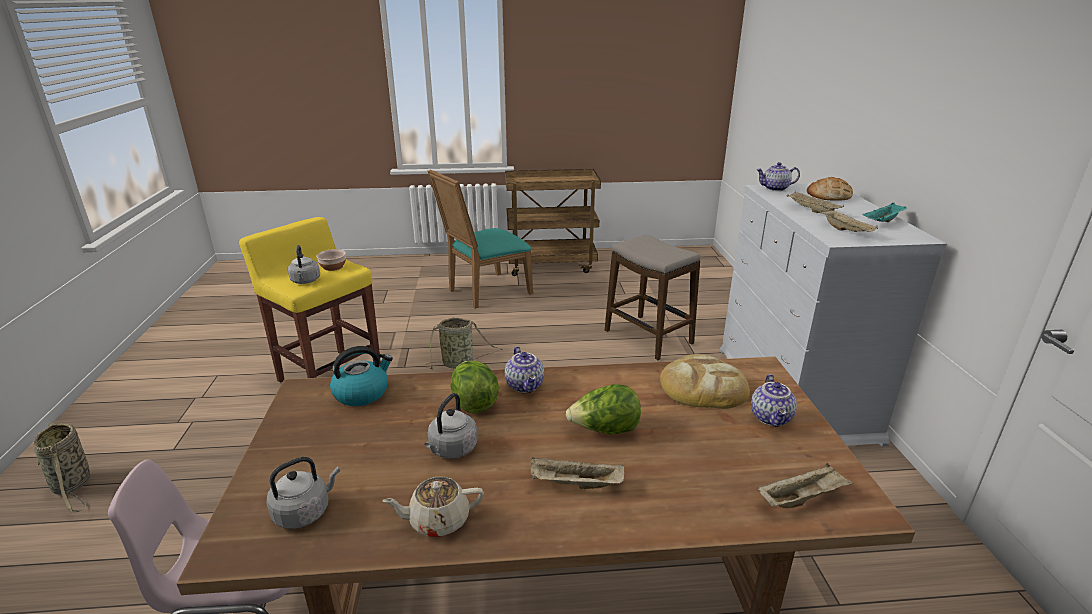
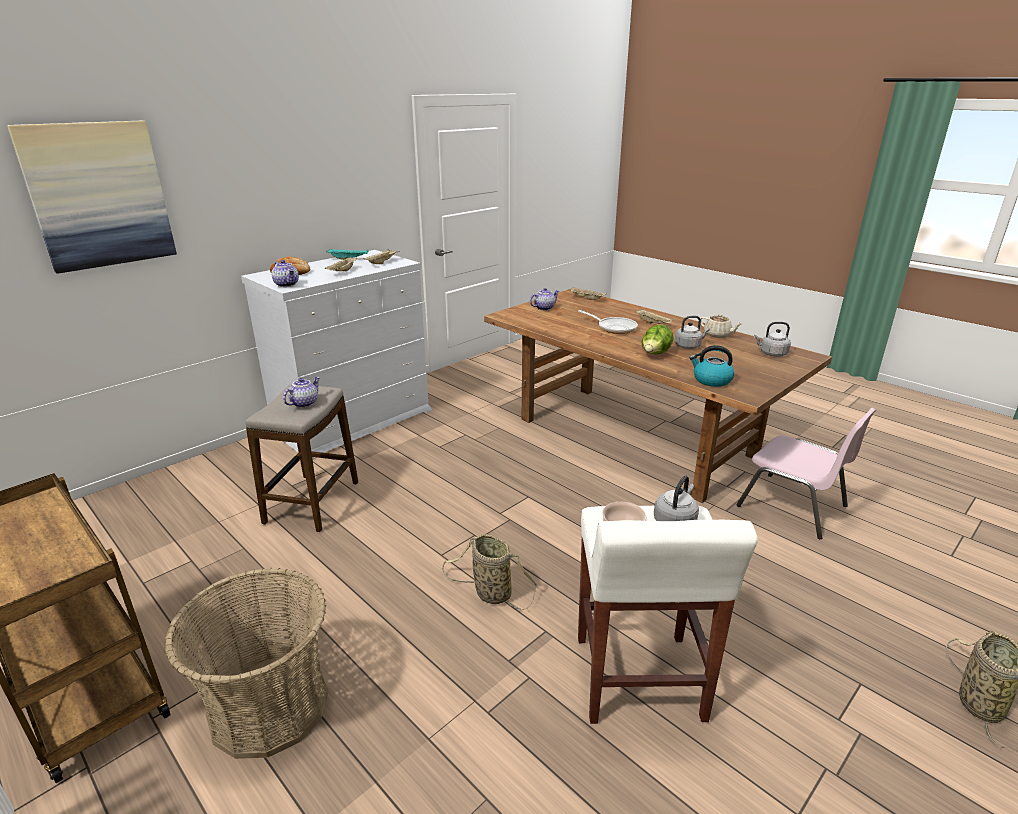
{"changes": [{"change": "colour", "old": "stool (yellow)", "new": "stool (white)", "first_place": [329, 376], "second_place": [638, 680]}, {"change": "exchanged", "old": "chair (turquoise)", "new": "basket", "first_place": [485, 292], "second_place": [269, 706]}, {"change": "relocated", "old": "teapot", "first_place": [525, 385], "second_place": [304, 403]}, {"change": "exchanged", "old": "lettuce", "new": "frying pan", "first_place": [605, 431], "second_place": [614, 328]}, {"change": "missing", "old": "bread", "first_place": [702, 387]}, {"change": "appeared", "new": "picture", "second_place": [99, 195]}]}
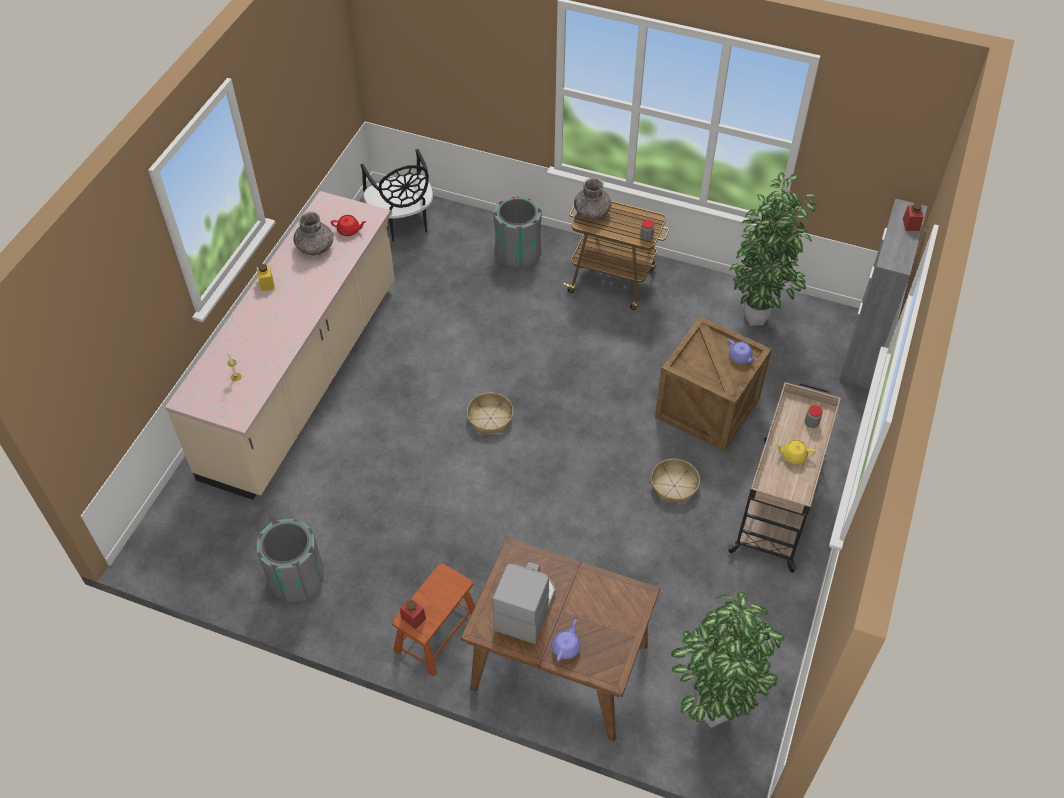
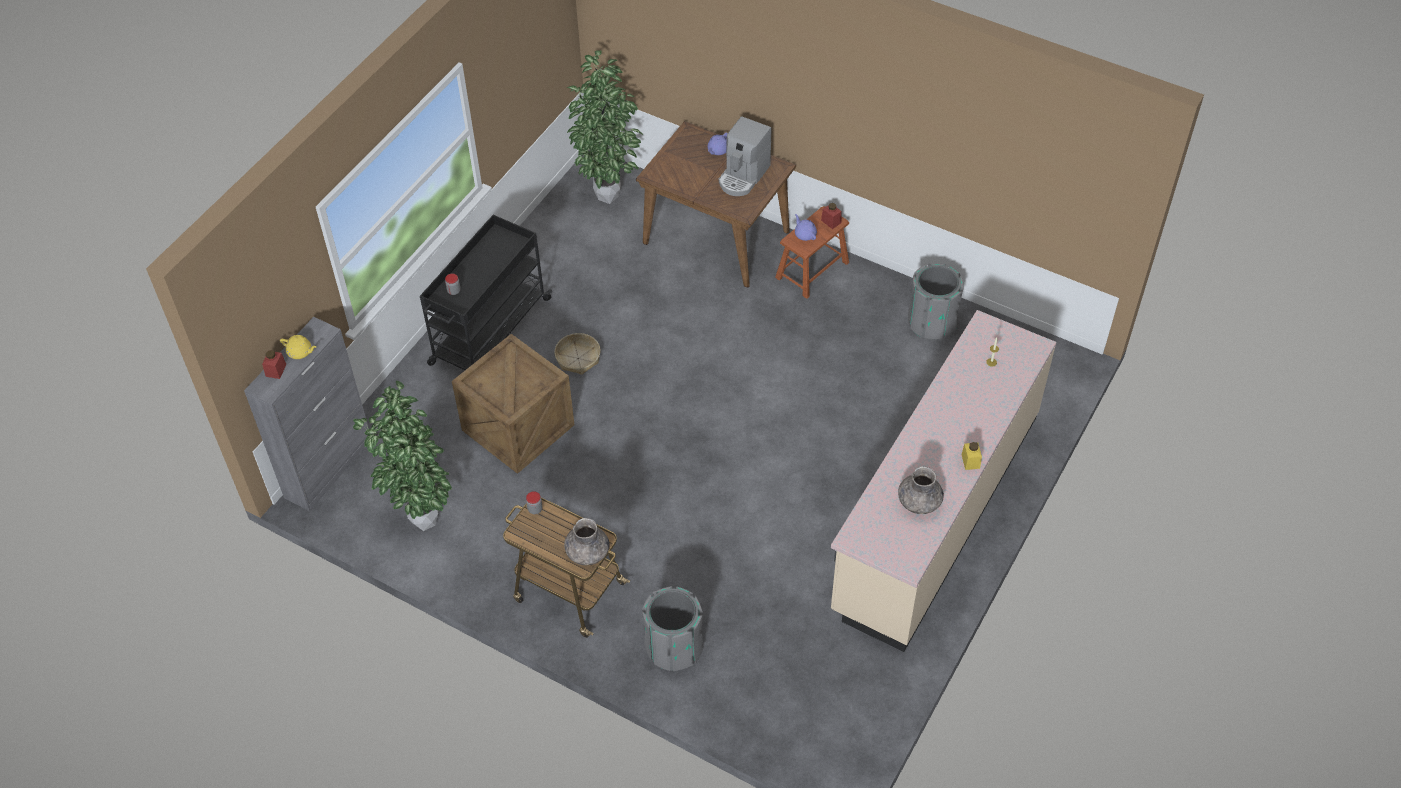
{"changes": [{"change": "missing", "old": "teapot (red)", "first_place": [349, 230]}, {"change": "missing", "old": "chair (black)", "first_place": [402, 222]}, {"change": "missing", "old": "basket", "first_place": [490, 418]}, {"change": "relocated", "old": "teapot (purple)", "first_place": [740, 357], "second_place": [805, 234]}, {"change": "colour", "old": "cart (beige)", "new": "cart (black)", "first_place": [778, 503], "second_place": [489, 332]}, {"change": "relocated", "old": "teapot (yellow)", "first_place": [793, 456], "second_place": [300, 352]}]}
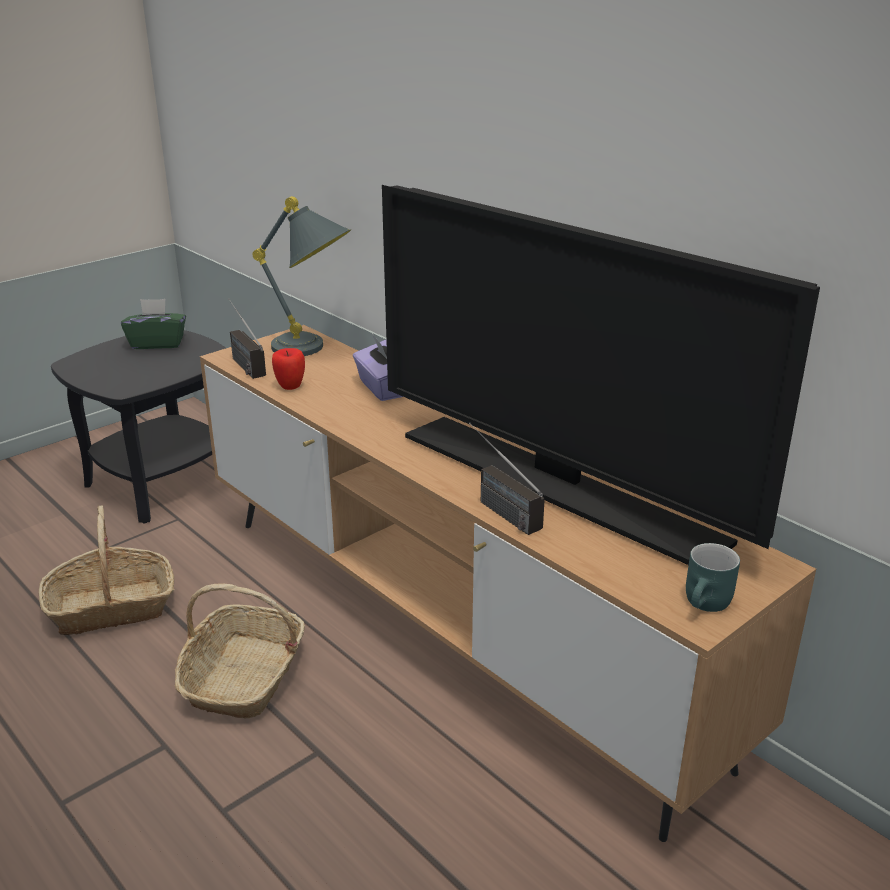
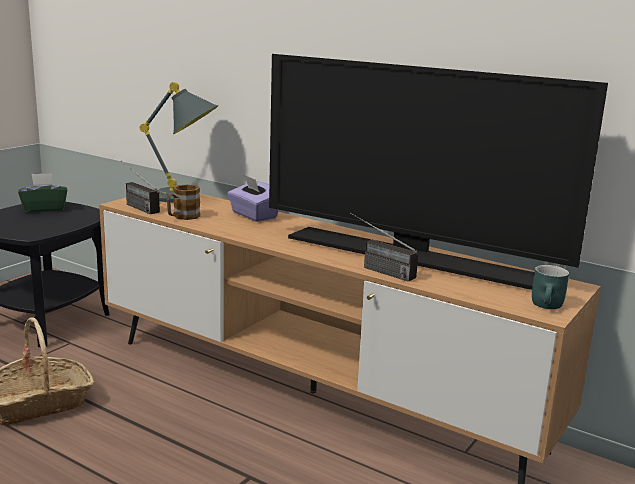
{"changes": [{"change": "missing", "old": "basket", "first_place": [244, 677]}, {"change": "exchanged", "old": "apple", "new": "mug", "first_place": [290, 386], "second_place": [182, 217]}]}
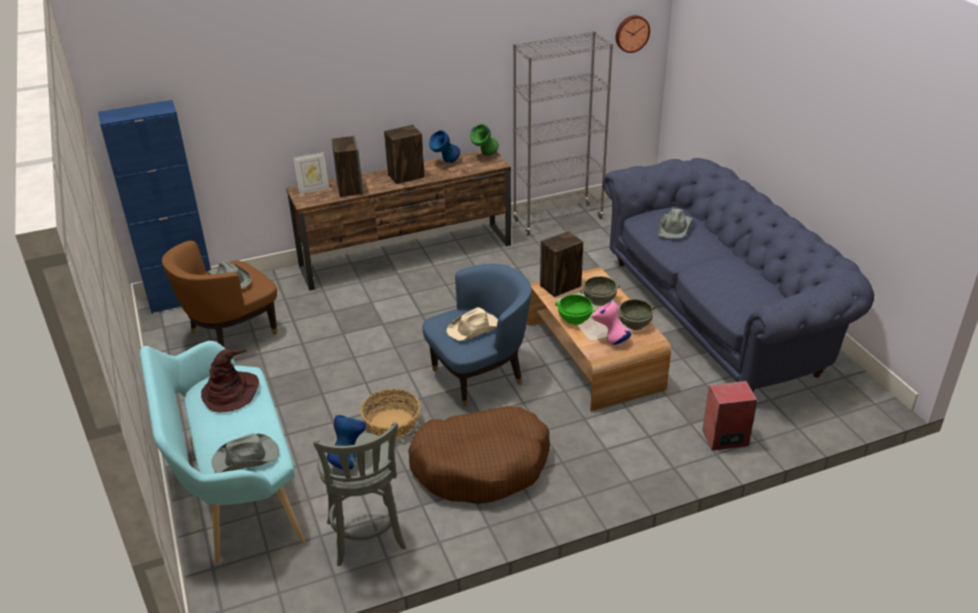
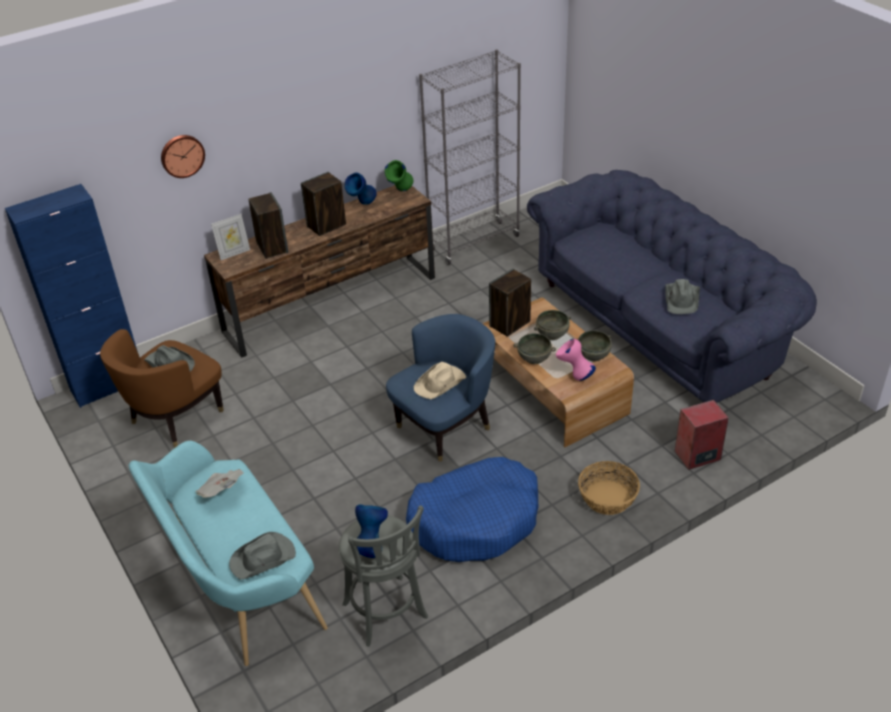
{"changes": [{"change": "exchanged", "old": "hat (brown)", "new": "newspaper", "first_place": [230, 392], "second_place": [221, 491]}, {"change": "relocated", "old": "basket", "first_place": [392, 424], "second_place": [607, 498]}, {"change": "colour", "old": "dog bed (brown)", "new": "dog bed (blue)", "first_place": [481, 465], "second_place": [475, 520]}, {"change": "colour", "old": "bowl (green)", "new": "bowl (grey)", "first_place": [575, 319], "second_place": [534, 357]}, {"change": "relocated", "old": "wall clock", "first_place": [631, 33], "second_place": [182, 155]}, {"change": "relocated", "old": "hat (grey)", "first_place": [675, 227], "second_place": [682, 299]}]}
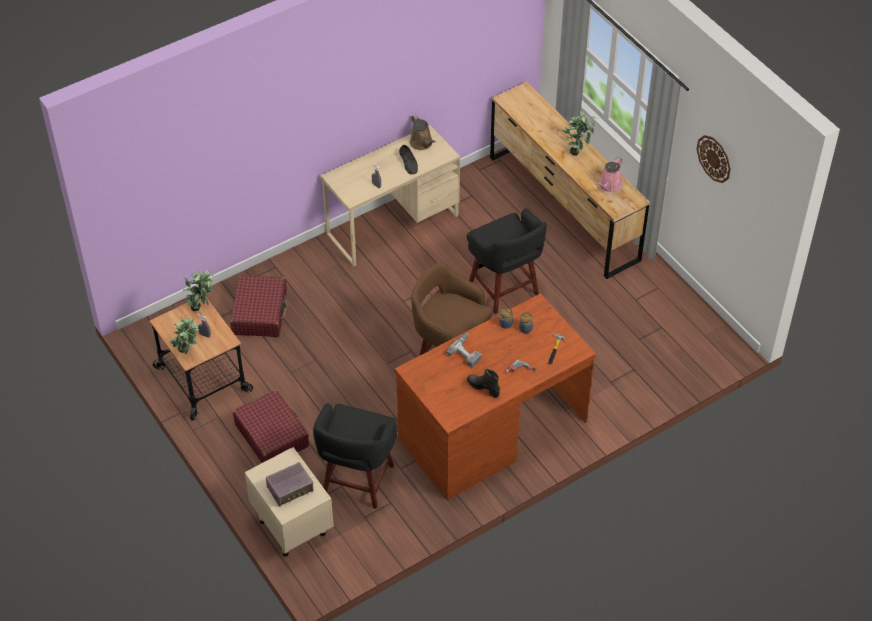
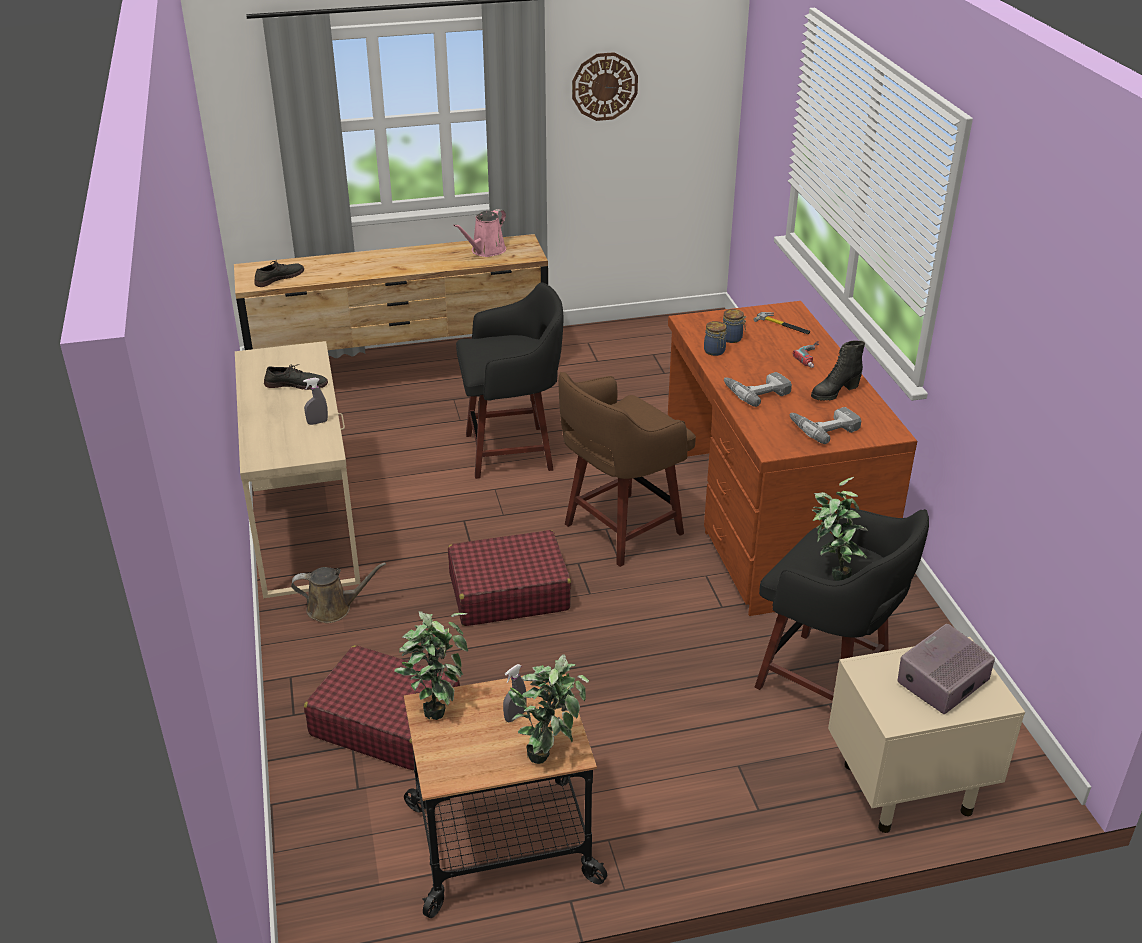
{"changes": [{"change": "relocated", "old": "suitcase (red)", "first_place": [272, 435], "second_place": [508, 592]}, {"change": "spun", "old": "radio", "first_place": [290, 489], "second_place": [941, 682], "degrees": -120}, {"change": "relocated", "old": "watering can (brown)", "first_place": [422, 143], "second_place": [334, 608]}, {"change": "relocated", "old": "potted plant", "first_place": [577, 150], "second_place": [832, 572]}, {"change": "spun", "old": "watering can (pink)", "first_place": [609, 186], "second_place": [486, 251], "degrees": 75}, {"change": "appeared", "new": "shoe (grey)", "second_place": [279, 277]}, {"change": "appeared", "new": "power drill", "second_place": [823, 427]}]}
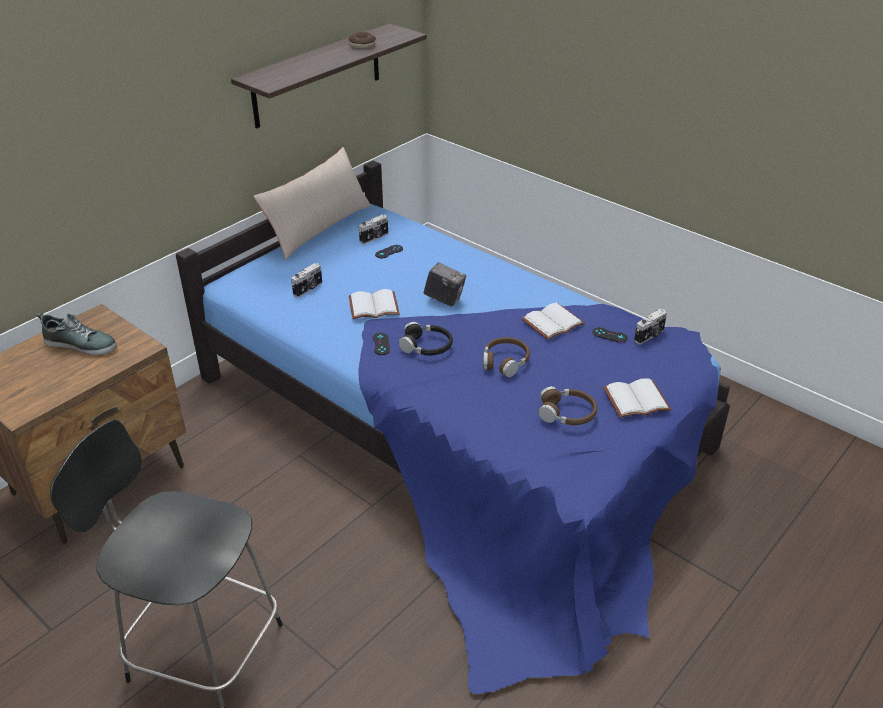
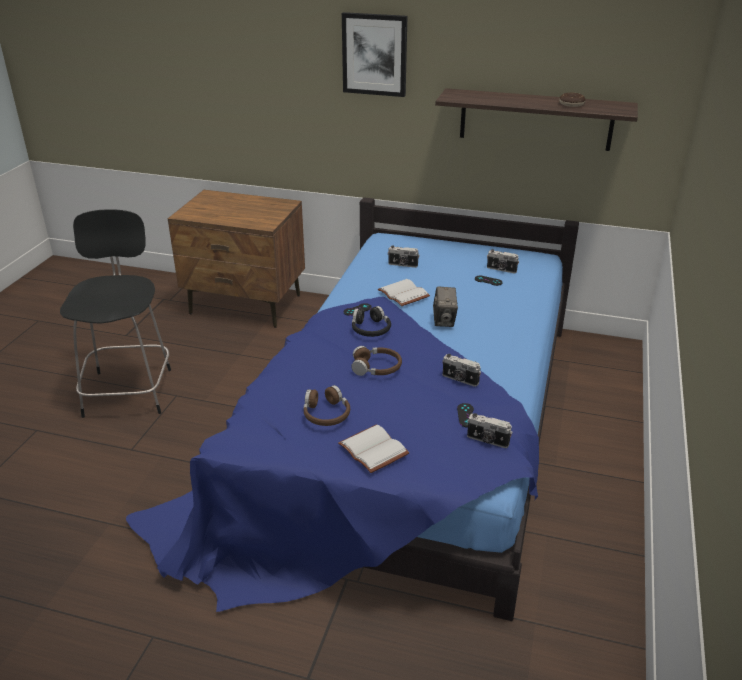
{"changes": [{"change": "missing", "old": "shoe", "first_place": [81, 344]}, {"change": "missing", "old": "pillow (beige)", "first_place": [318, 227]}, {"change": "exchanged", "old": "book (white)", "new": "photo camera", "first_place": [552, 321], "second_place": [460, 380]}, {"change": "appeared", "new": "picture", "second_place": [374, 54]}]}
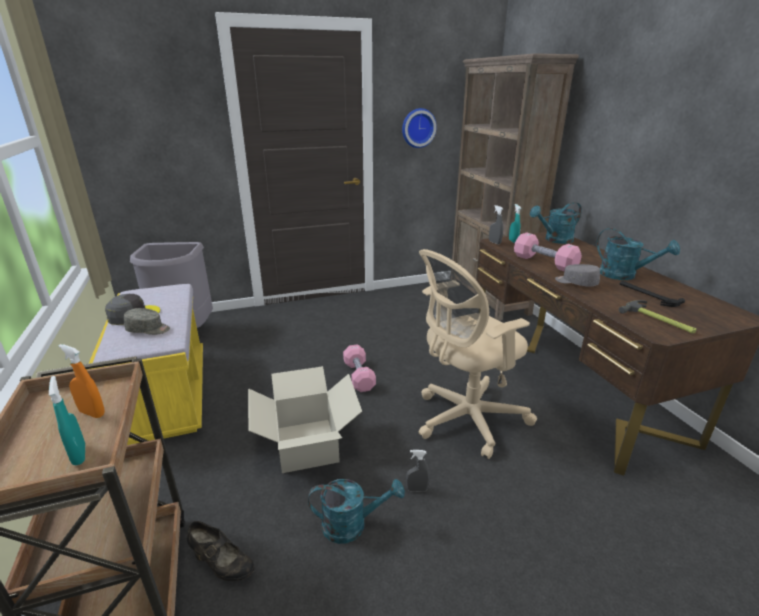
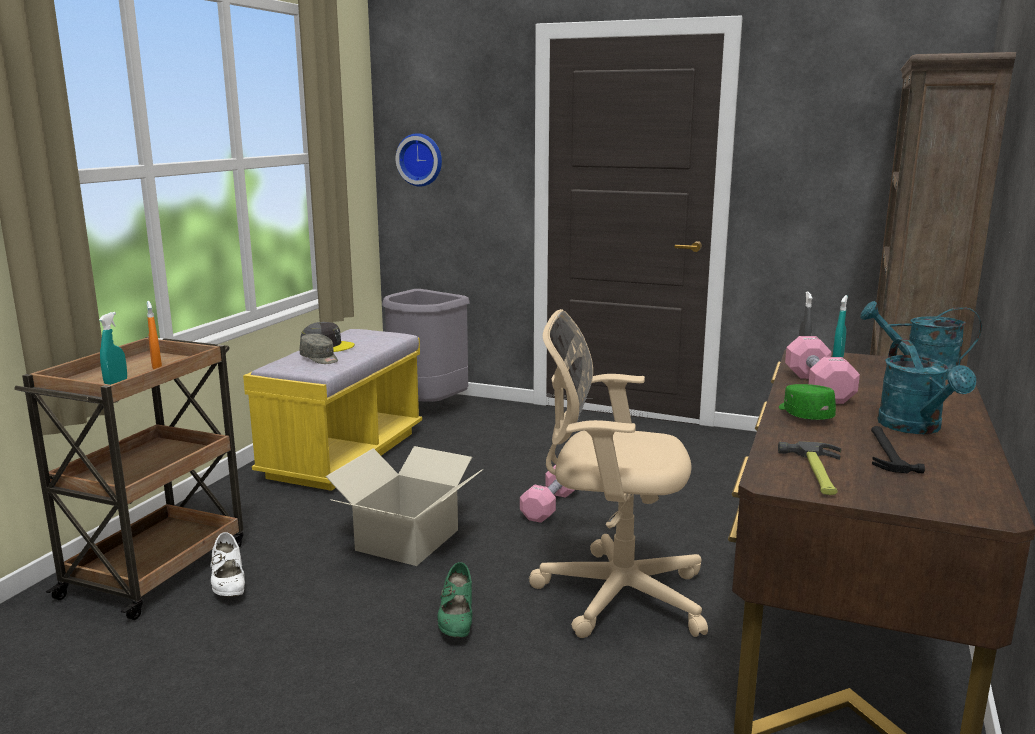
{"changes": [{"change": "colour", "old": "shoe (black)", "new": "shoe (white)", "first_place": [222, 564], "second_place": [229, 585]}, {"change": "missing", "old": "watering can (turquoise)", "first_place": [352, 524]}, {"change": "relocated", "old": "wall clock", "first_place": [418, 128], "second_place": [420, 159]}, {"change": "exchanged", "old": "spray bottle (grey)", "new": "shoe (green)", "first_place": [417, 489], "second_place": [456, 621]}, {"change": "colour", "old": "cap (grey)", "new": "cap (green)", "first_place": [576, 283], "second_place": [804, 414]}]}
